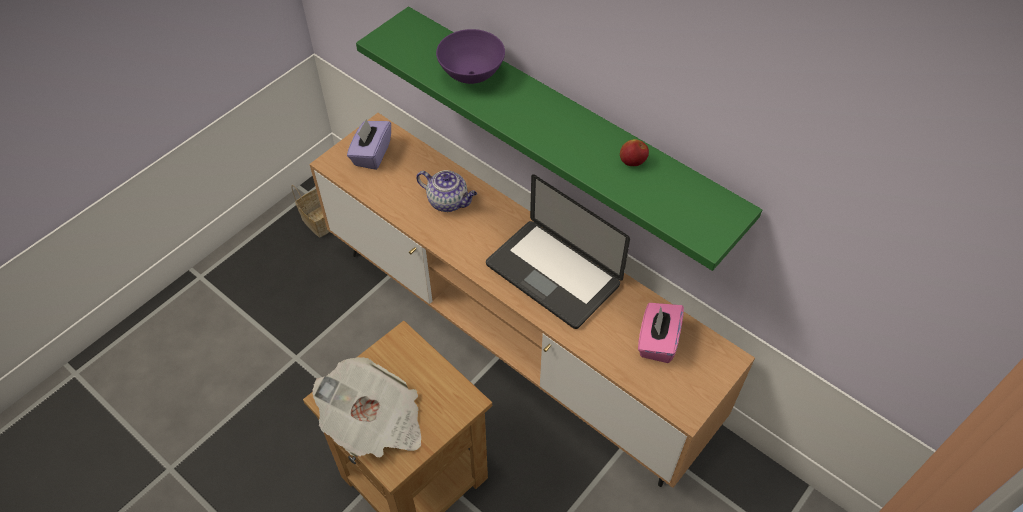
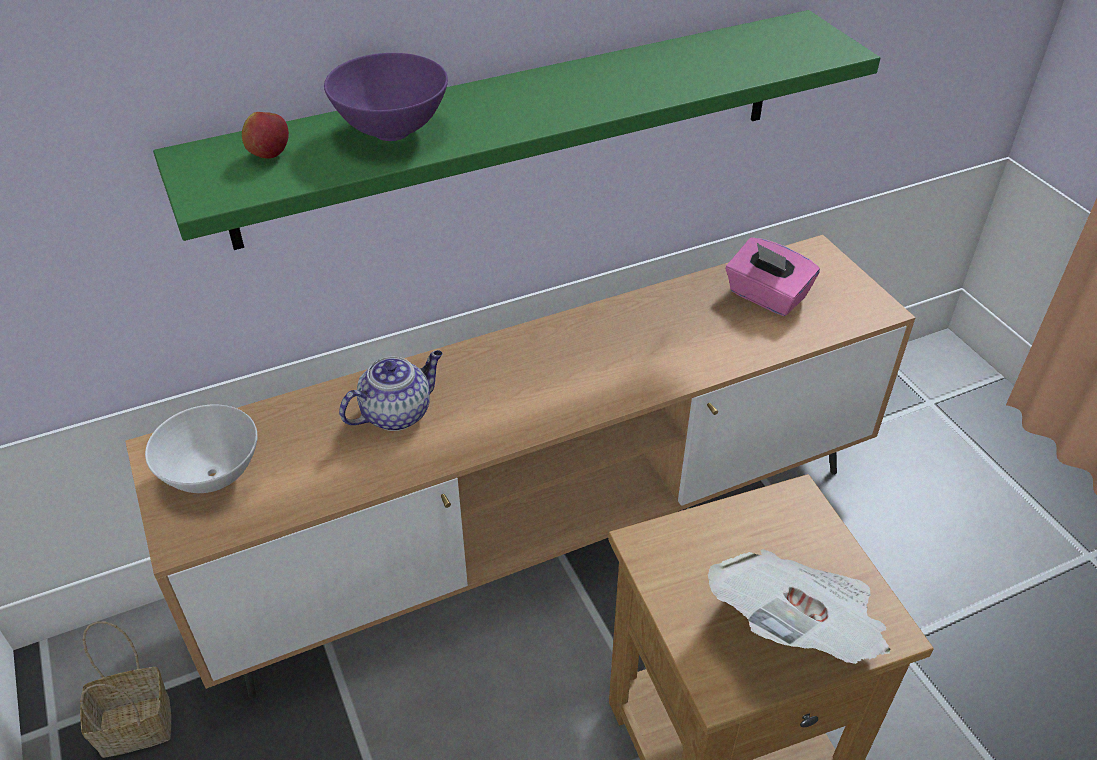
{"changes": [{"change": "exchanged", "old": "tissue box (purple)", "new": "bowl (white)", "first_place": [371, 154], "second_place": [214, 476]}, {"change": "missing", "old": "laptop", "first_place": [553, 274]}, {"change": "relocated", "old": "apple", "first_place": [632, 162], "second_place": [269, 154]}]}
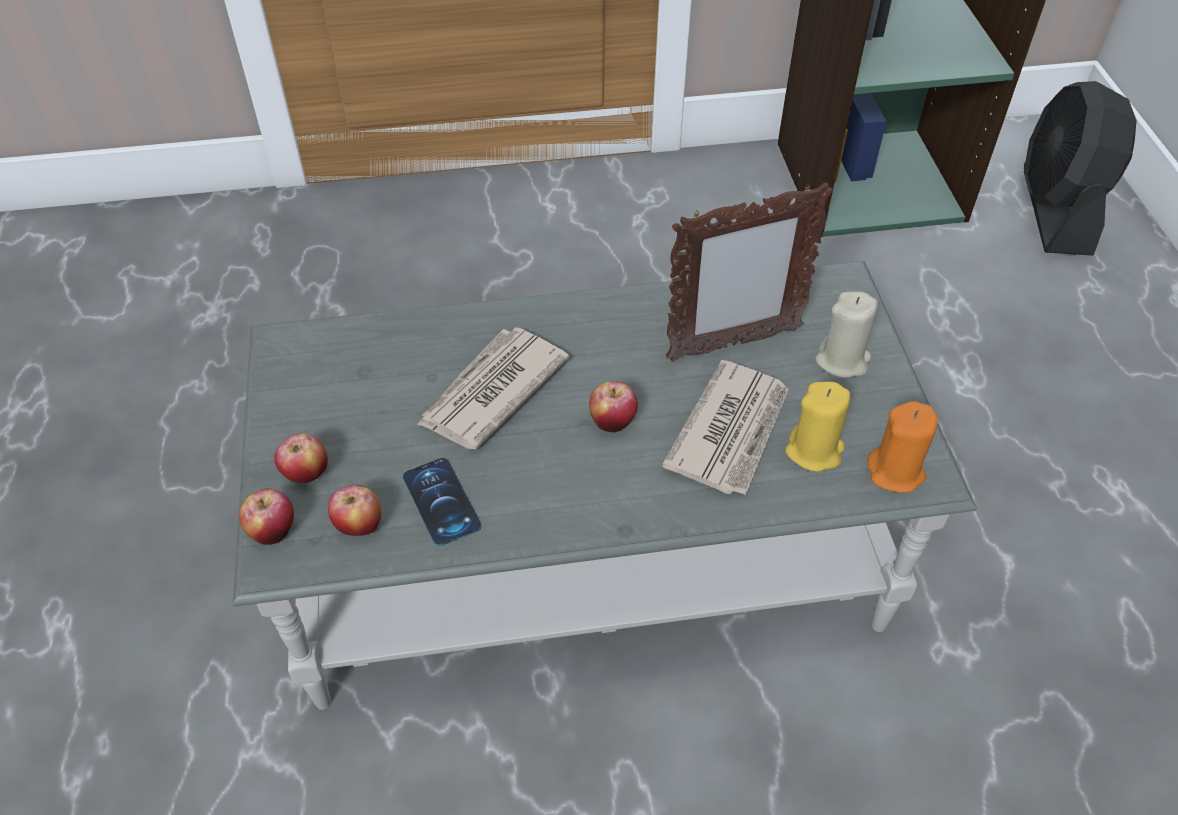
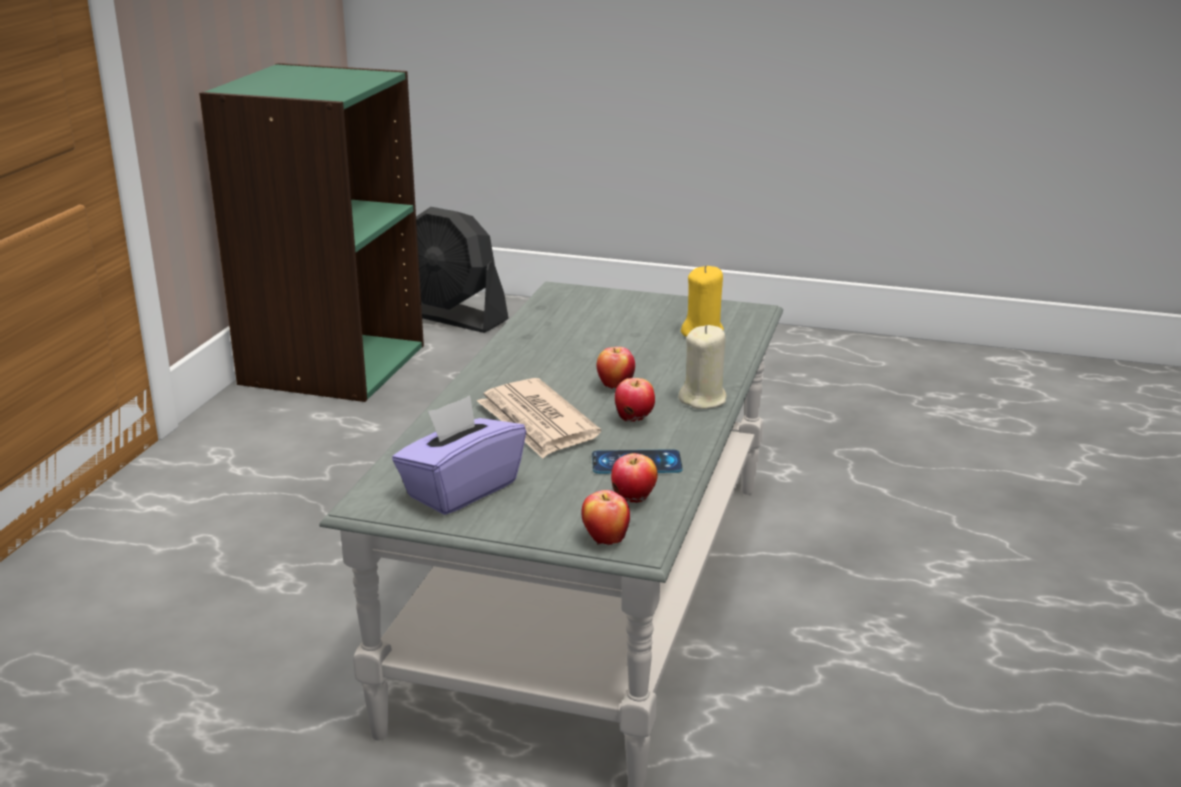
{"changes": [{"change": "relocated", "old": "apple", "first_place": [307, 475], "second_place": [634, 420]}, {"change": "missing", "old": "newspaper", "first_place": [731, 431]}, {"change": "missing", "old": "picture frame", "first_place": [732, 344]}, {"change": "relocated", "old": "candle (beige)", "first_place": [842, 360], "second_place": [703, 400]}, {"change": "missing", "old": "candle (orange)", "first_place": [896, 471]}, {"change": "appeared", "new": "tissue box (purple)", "second_place": [461, 489]}]}
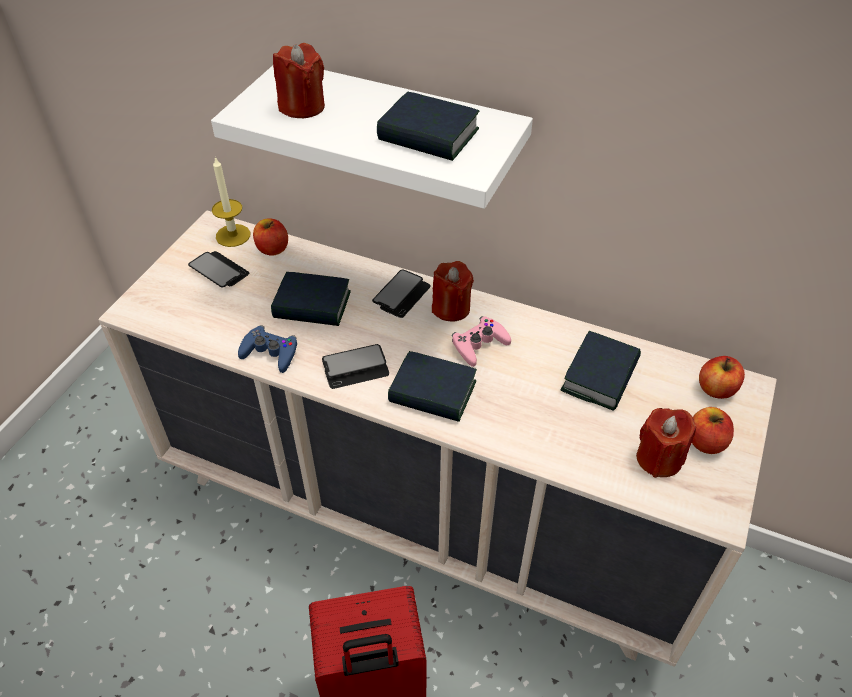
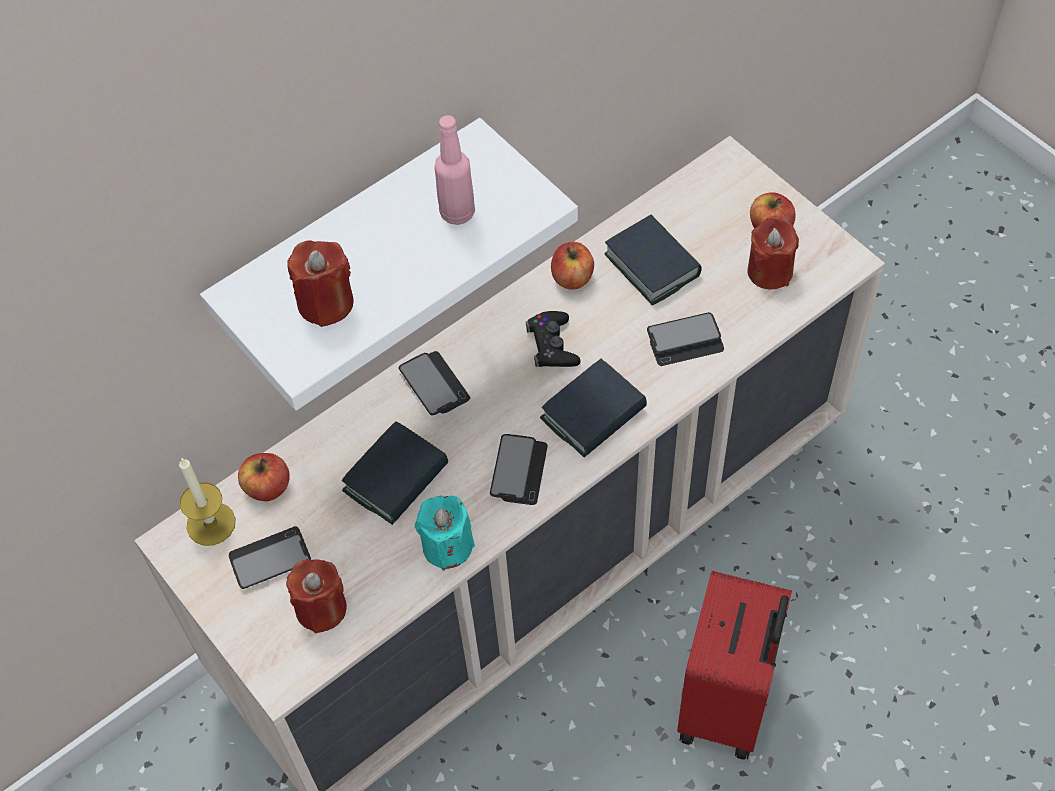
{"changes": [{"change": "exchanged", "old": "game controller (blue)", "new": "candle (turquoise)", "first_place": [270, 353], "second_place": [447, 546]}, {"change": "exchanged", "old": "book", "new": "bottle (pink)", "first_place": [428, 135], "second_place": [457, 213]}, {"change": "relocated", "old": "candle (red)", "first_place": [451, 308], "second_place": [321, 608]}, {"change": "colour", "old": "game controller (pink)", "new": "game controller (black)", "first_place": [479, 345], "second_place": [552, 345]}, {"change": "relocated", "old": "apple", "first_place": [716, 389], "second_place": [572, 278]}, {"change": "appeared", "new": "phone", "second_place": [685, 341]}]}
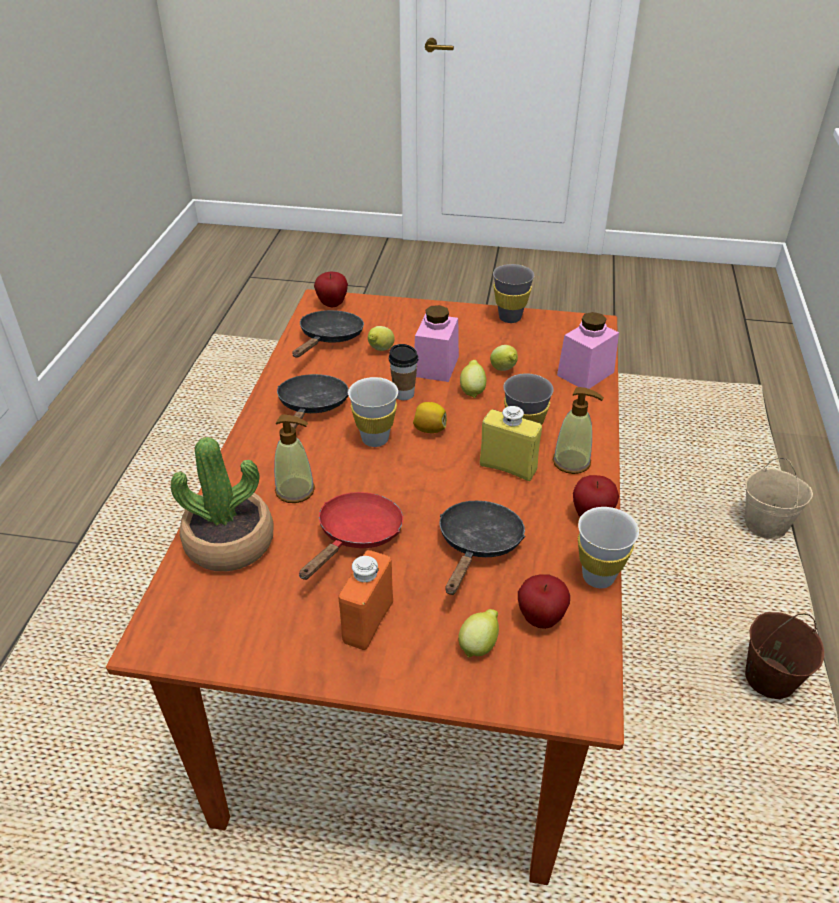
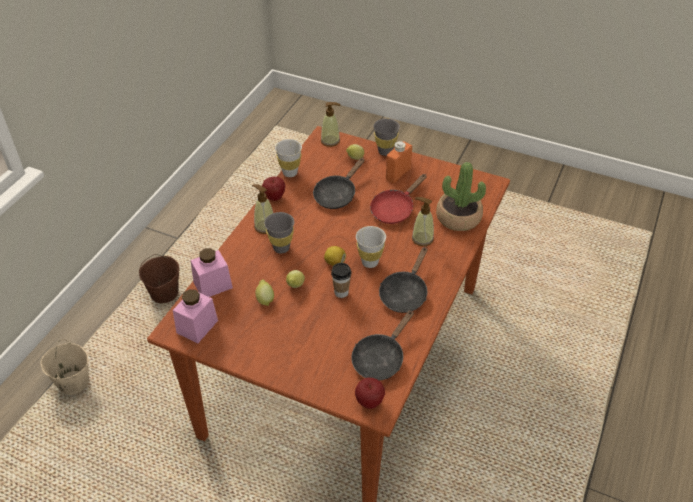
{"changes": [{"change": "missing", "old": "lemon", "first_place": [380, 350]}, {"change": "relocated", "old": "jar (pink)", "first_place": [436, 366], "second_place": [197, 326]}, {"change": "missing", "old": "bottle (yellow)", "first_place": [508, 467]}, {"change": "relocated", "old": "cup (grey)", "first_place": [510, 317], "second_place": [385, 151]}, {"change": "missing", "old": "apple", "first_place": [540, 619]}, {"change": "appeared", "new": "soap dispenser", "second_place": [330, 141]}]}
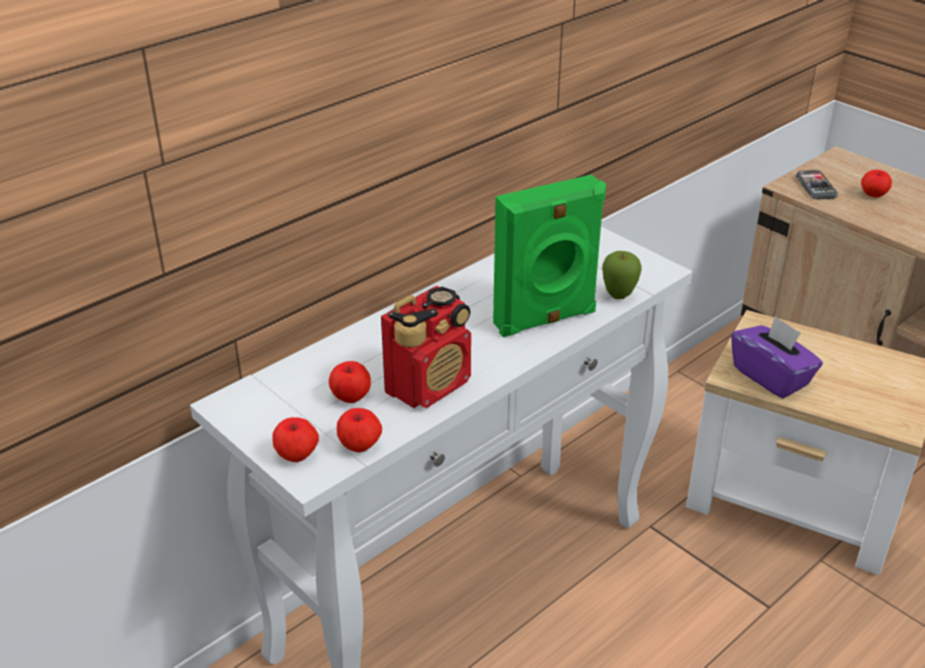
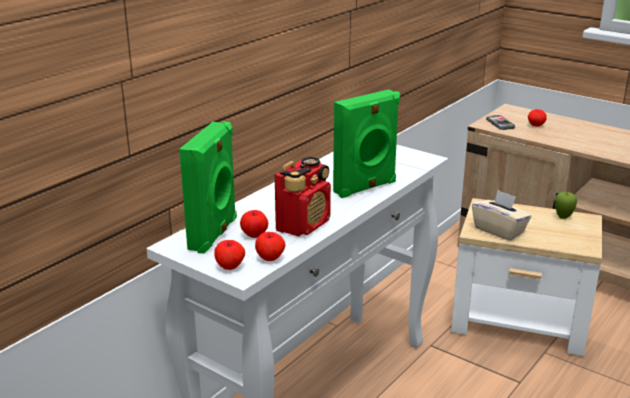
{"changes": [{"change": "relocated", "old": "apple", "first_place": [618, 297], "second_place": [563, 217]}, {"change": "colour", "old": "tissue box (purple)", "new": "tissue box (beige)", "first_place": [771, 377], "second_place": [499, 230]}, {"change": "appeared", "new": "speaker (green)", "second_place": [214, 234]}]}
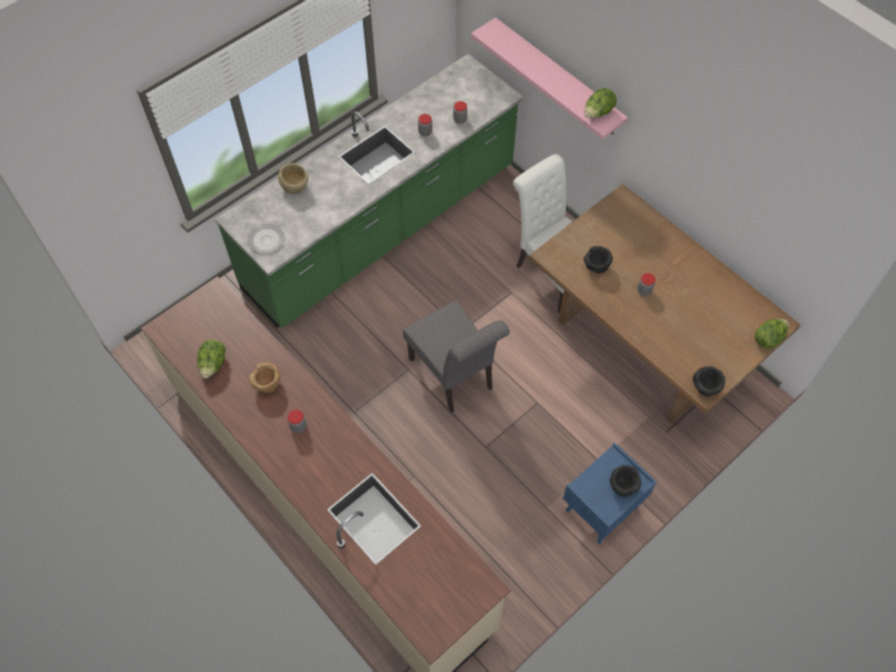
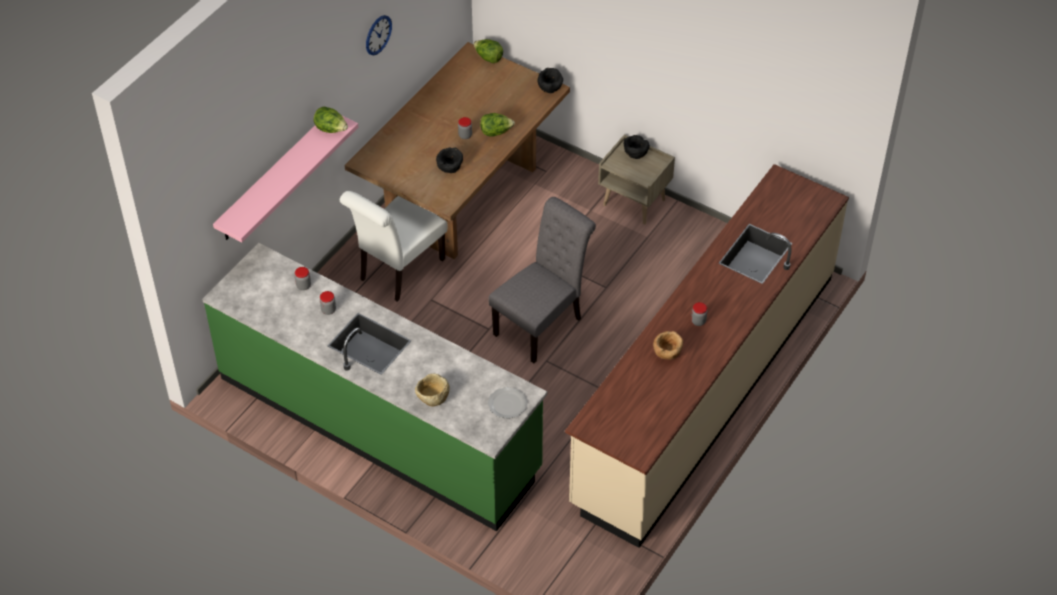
{"changes": [{"change": "relocated", "old": "lettuce", "first_place": [213, 364], "second_place": [496, 132]}, {"change": "colour", "old": "nightstand (blue)", "new": "nightstand (beige)", "first_place": [601, 510], "second_place": [635, 202]}, {"change": "appeared", "new": "wall clock", "second_place": [378, 35]}]}
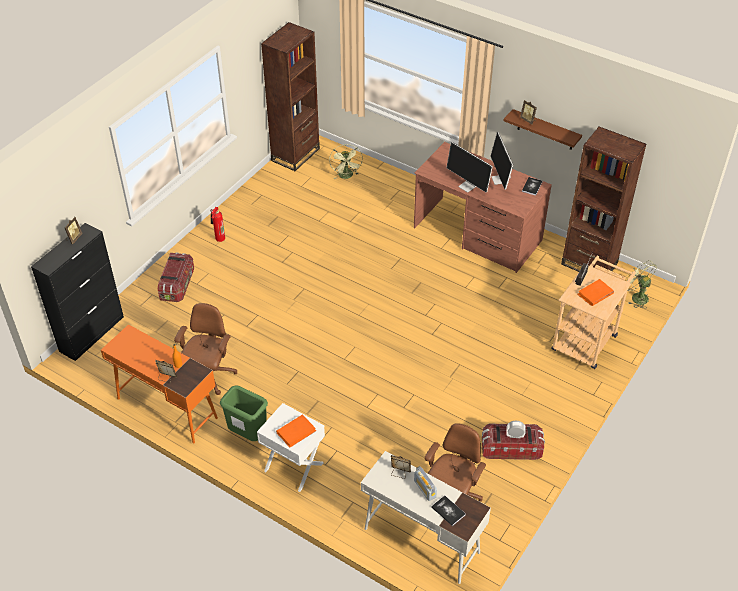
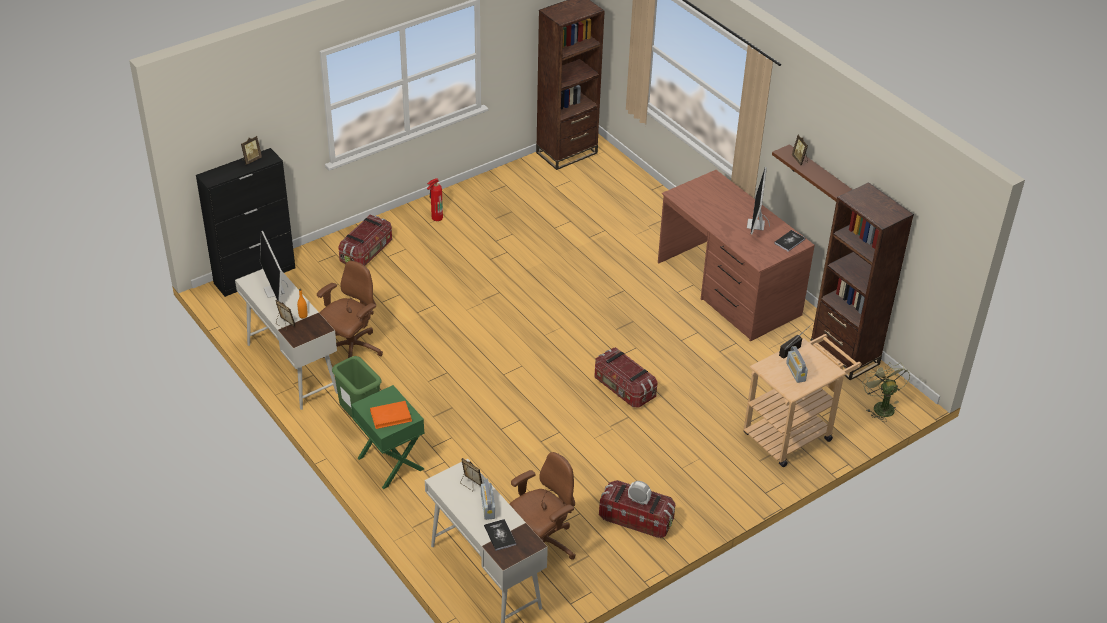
{"changes": [{"change": "colour", "old": "desk (orange)", "new": "desk (white)", "first_place": [166, 408], "second_place": [291, 368]}, {"change": "colour", "old": "nightstand (white)", "new": "nightstand (green)", "first_place": [293, 467], "second_place": [390, 464]}, {"change": "missing", "old": "fan (green)", "first_place": [346, 176]}, {"change": "relocated", "old": "monitor", "first_place": [468, 186], "second_place": [274, 291]}, {"change": "exchanged", "old": "book (orange)", "new": "radio", "first_place": [595, 294], "second_place": [795, 372]}, {"change": "appeared", "new": "storage box", "second_place": [623, 389]}]}
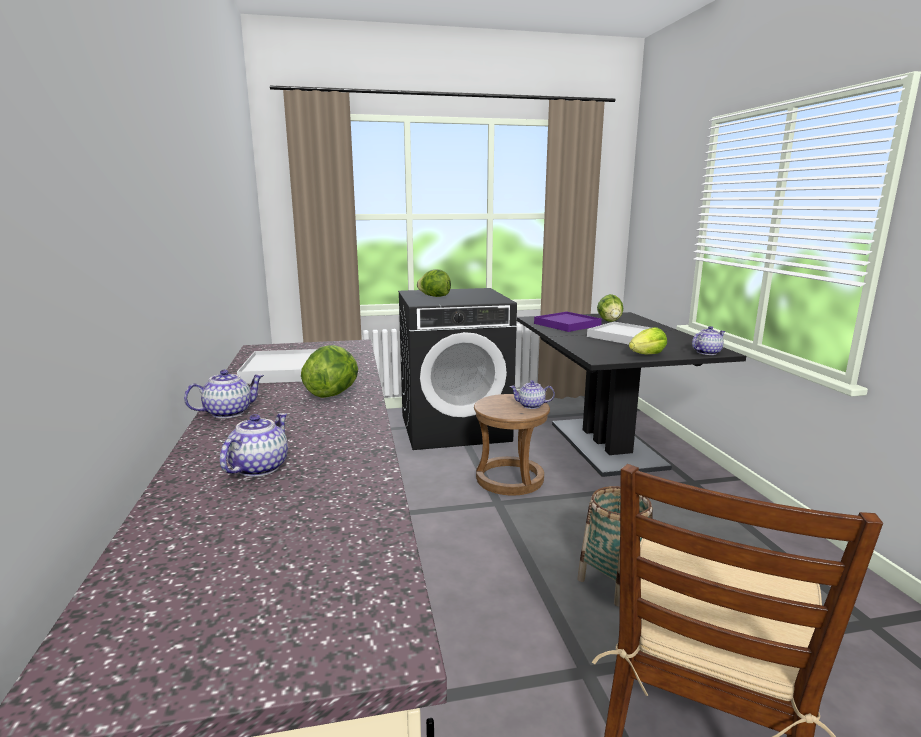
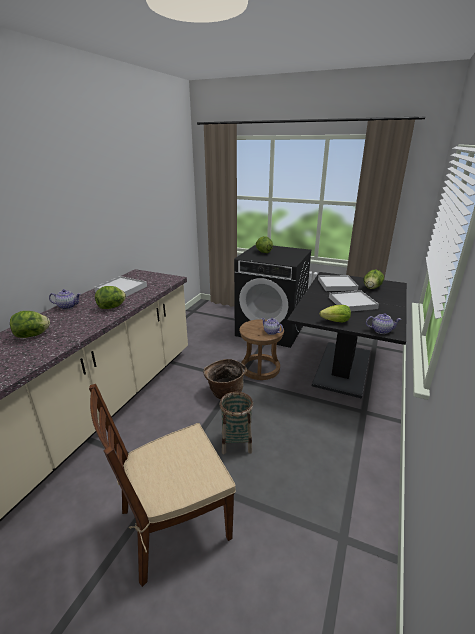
{"changes": [{"change": "exchanged", "old": "teapot", "new": "lettuce", "first_place": [259, 467], "second_place": [32, 335]}, {"change": "colour", "old": "tray (purple)", "new": "tray (white)", "first_place": [567, 324], "second_place": [337, 285]}, {"change": "appeared", "new": "basket", "second_place": [225, 393]}]}
